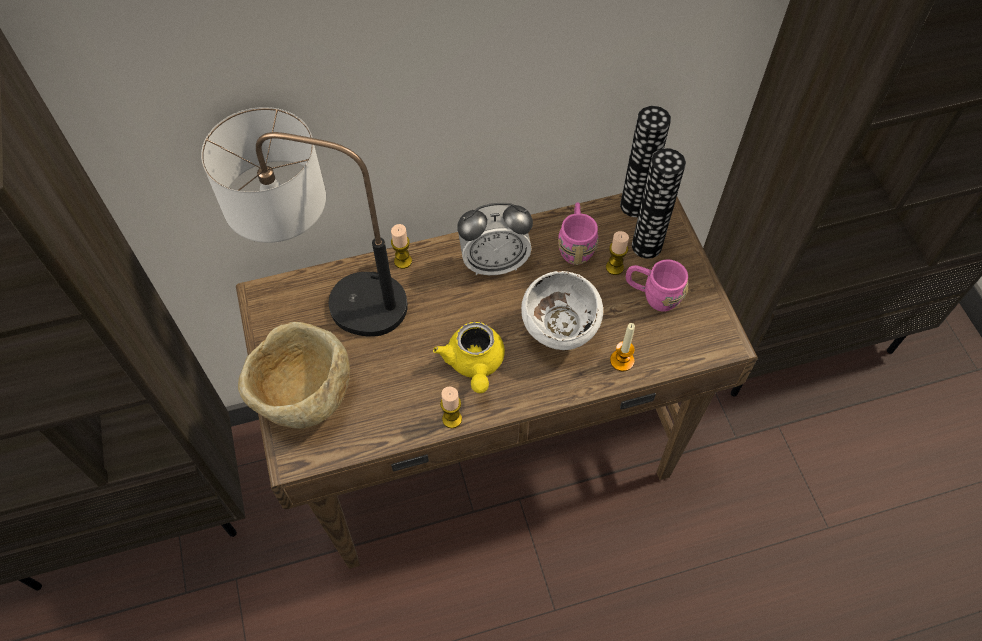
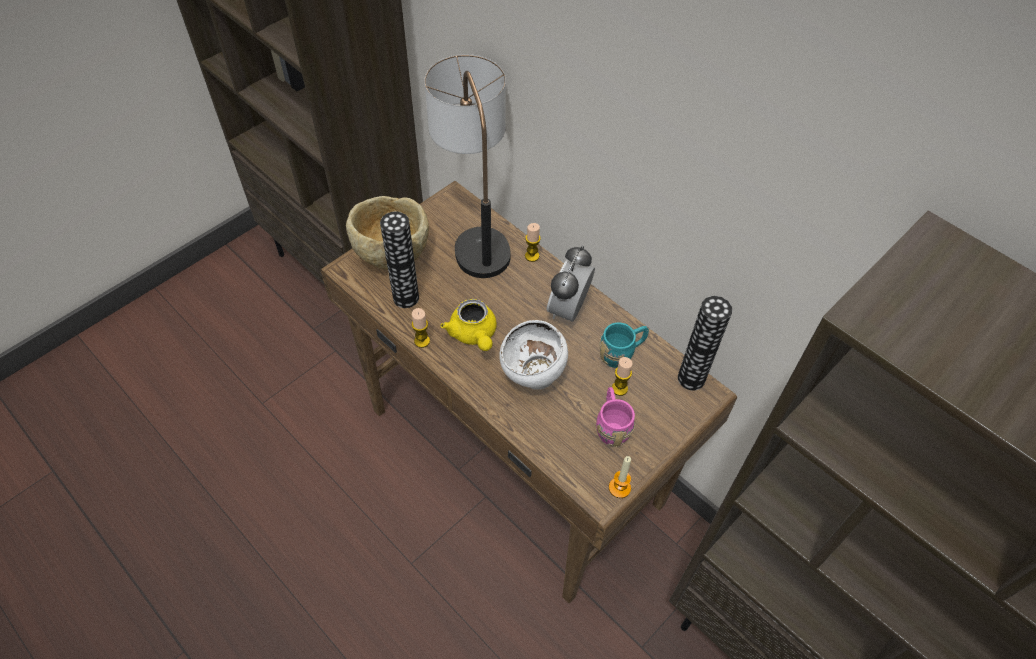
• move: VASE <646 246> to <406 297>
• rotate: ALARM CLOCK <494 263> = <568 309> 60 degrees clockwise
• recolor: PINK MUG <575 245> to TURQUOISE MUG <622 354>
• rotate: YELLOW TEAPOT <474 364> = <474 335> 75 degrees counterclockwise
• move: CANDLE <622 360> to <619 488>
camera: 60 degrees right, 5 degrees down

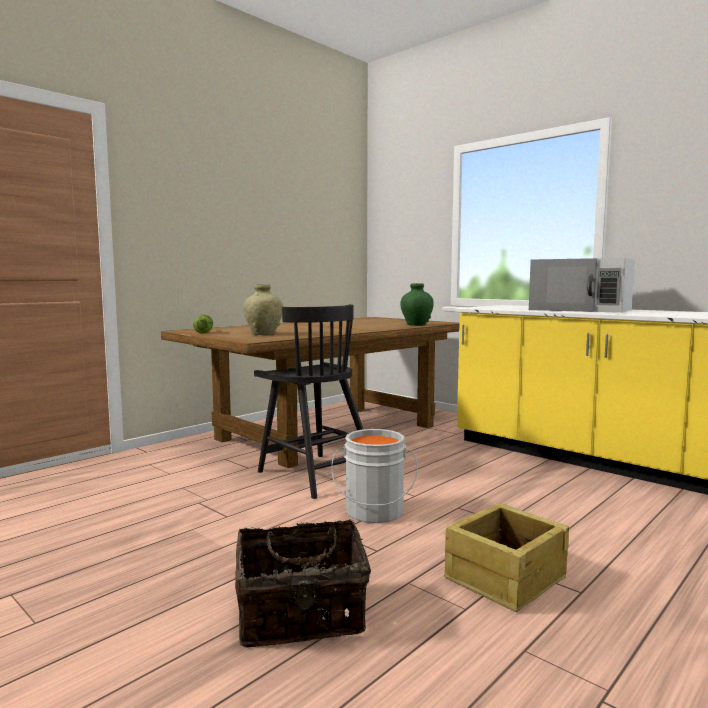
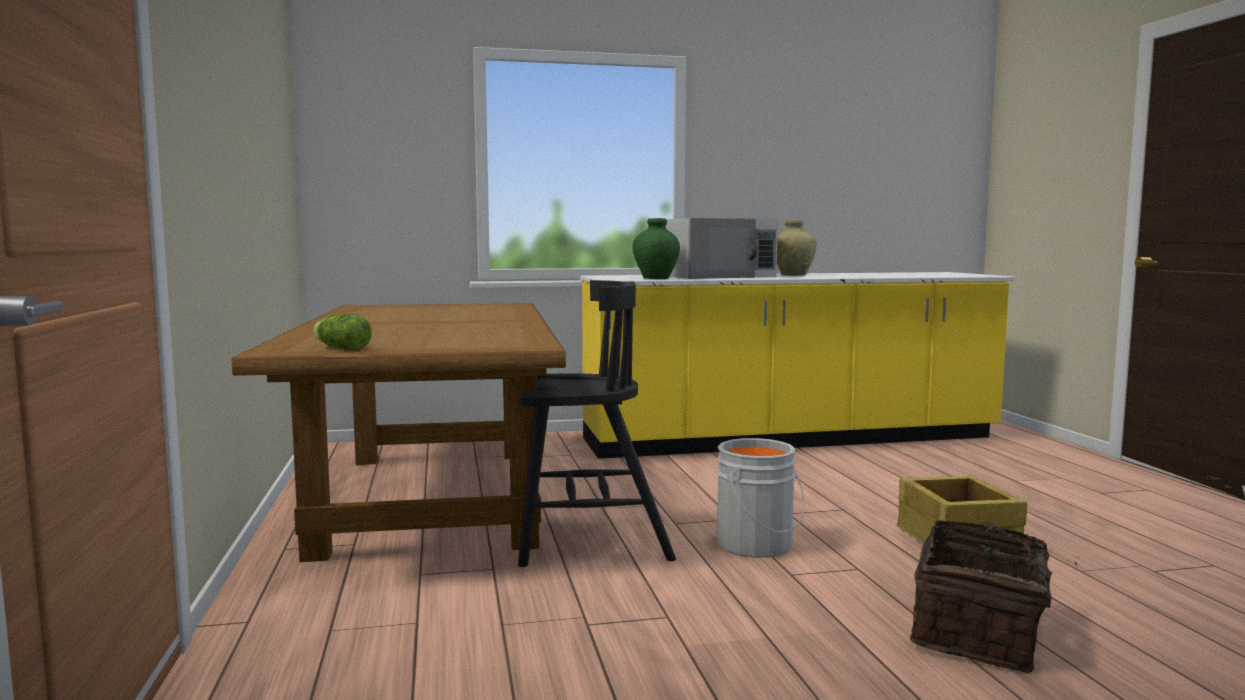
• move: GREEN VASE <416 325> to <656 278>
• move: BEIGE VASE <263 334> to <793 275>
camera: 55 degrees left, 0 degrees up

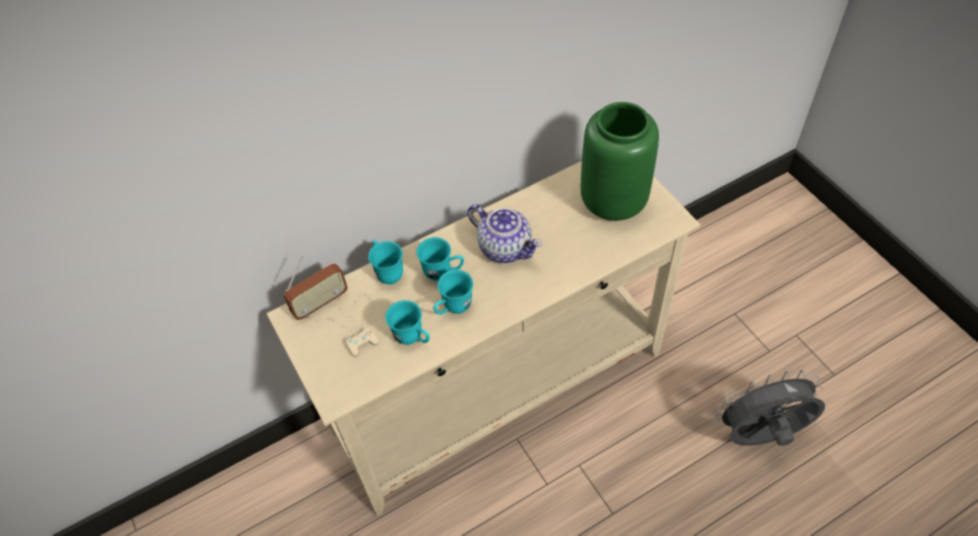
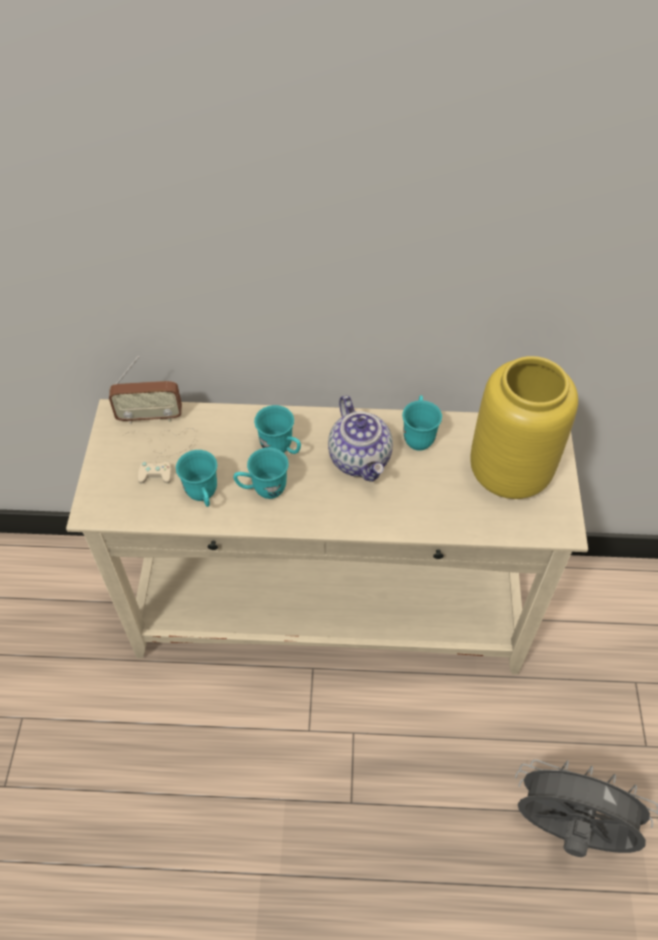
• recolor: GREEN VASE <613 201> to YELLOW VASE <510 472>
• move: TURQUOISE MUG <387 271> to <418 435>
camera: 30 degrees right, 0 degrees up

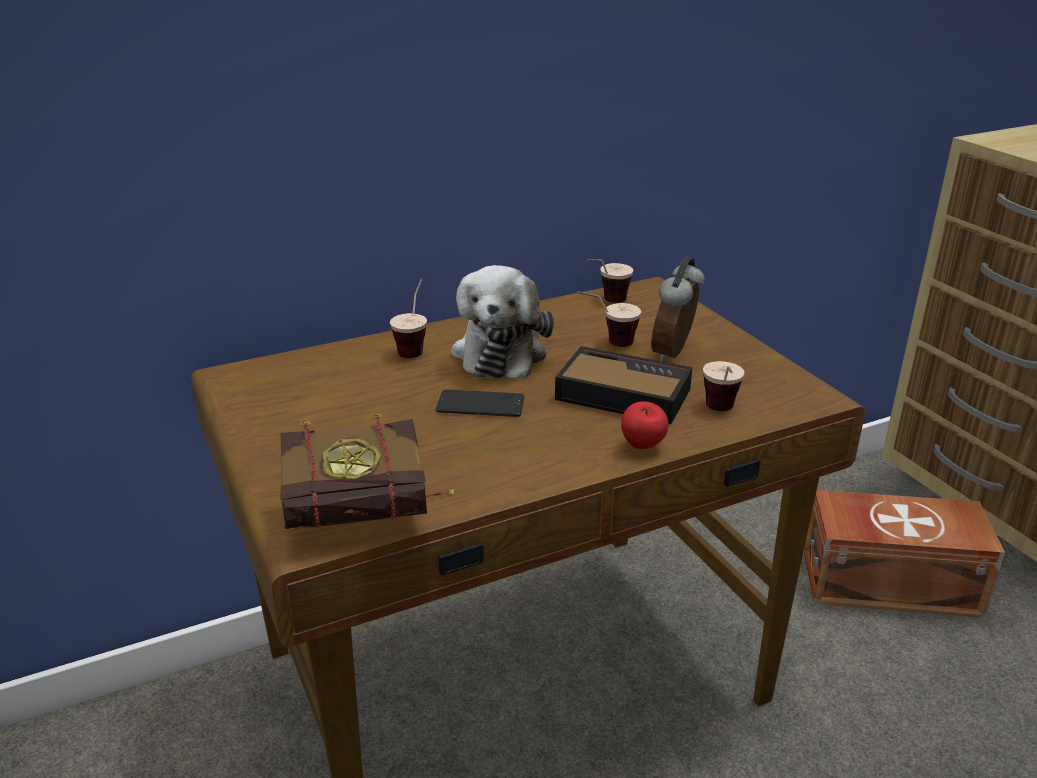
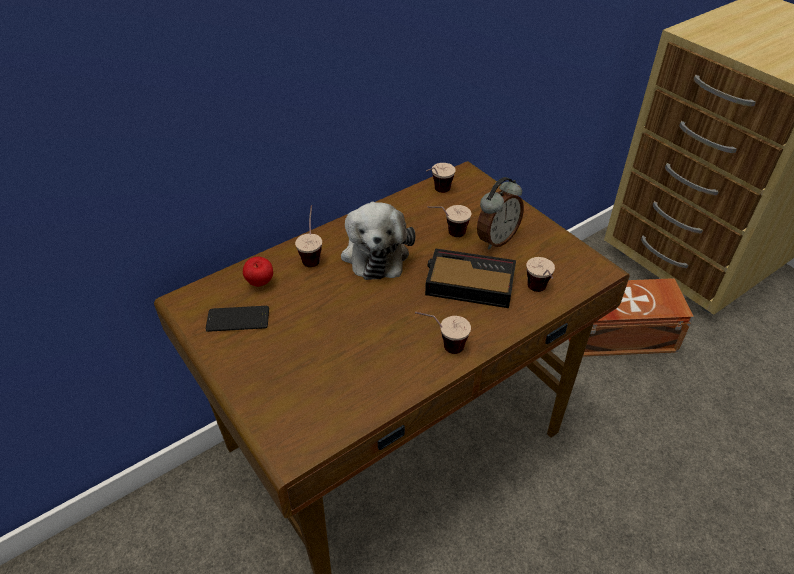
• rotate: ALARM CLOCK <675 353> = <496 239> 150 degrees counterclockwise
• move: PHONE <480 405> to <238 319>
• move: APPLE <643 447> to <260 284>
• delete: BOOK <374 516>
• insert: CUP <441 346>
camera: 10 degrees left, 15 degrees up

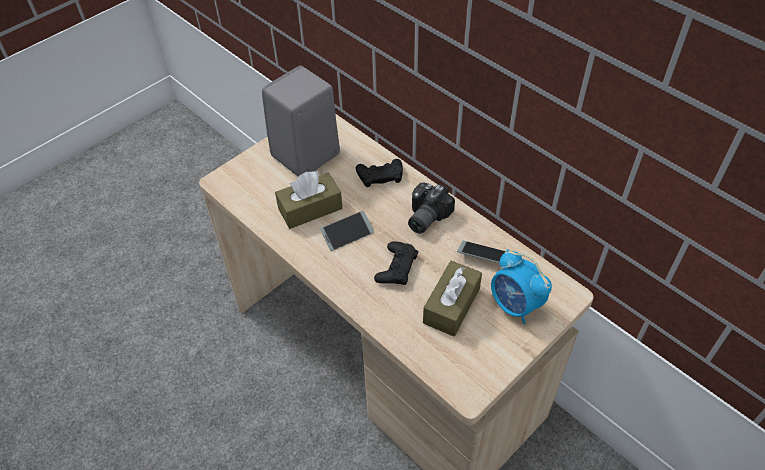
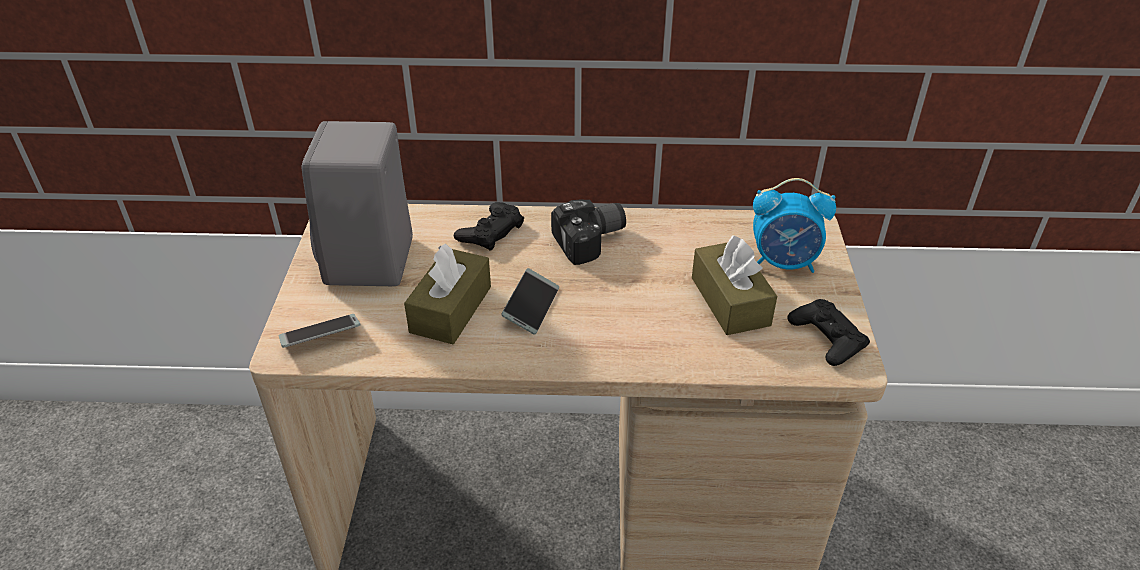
• rotate: PHOTO CAMERA <424 216> = <592 241> 105 degrees counterclockwise
• move: BLACK GAME CONTROLLER <396 267> to <827 338>
• move: PHONE <483 256> to <320 337>
camera: 45 degrees left, 10 degrees down

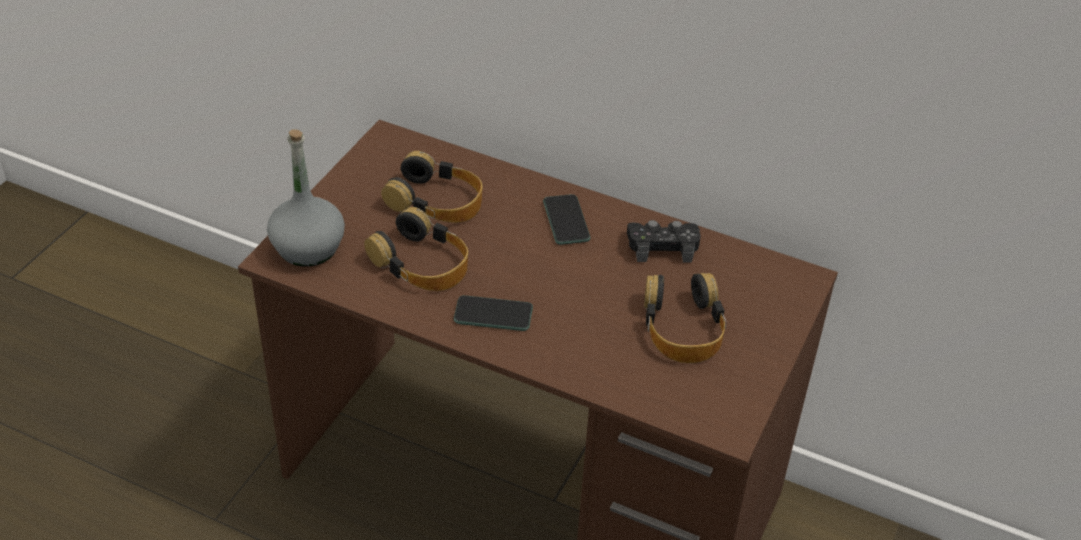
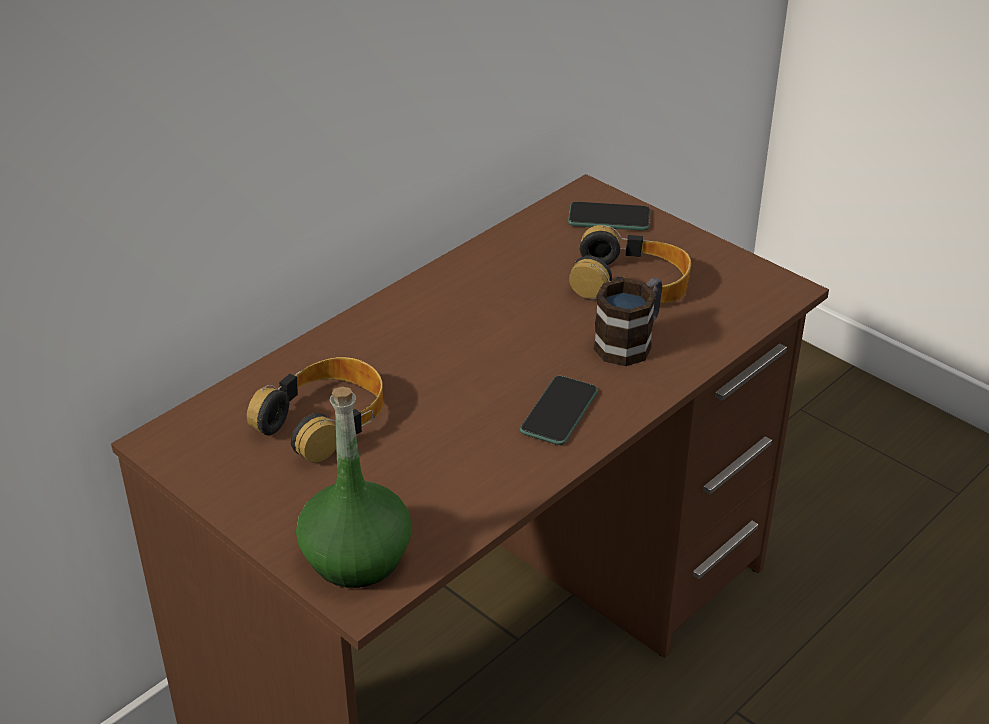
• recolor: GREY BOTTLE <308 248> to GREEN BOTTLE <356 557>
• move: PHONE <566 221> to <609 218>
• delete: HEADPHONES <421 263>
• delete: BLACK GAME CONTROLLER <662 246>
• insert: MUG <630 342>
camera: 70 degrees left, 5 degrees down

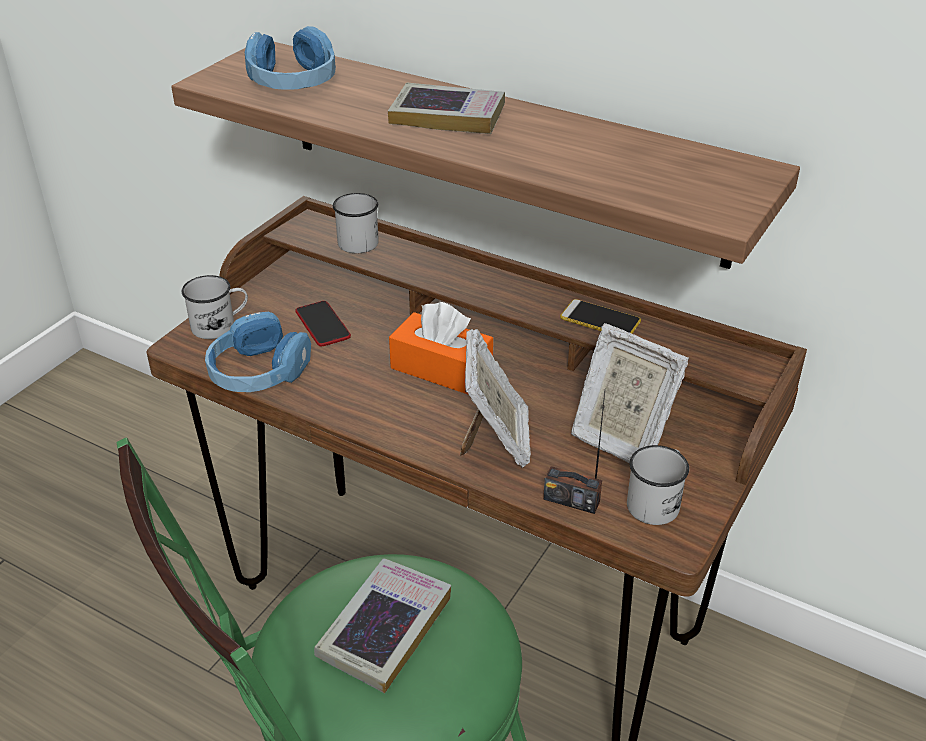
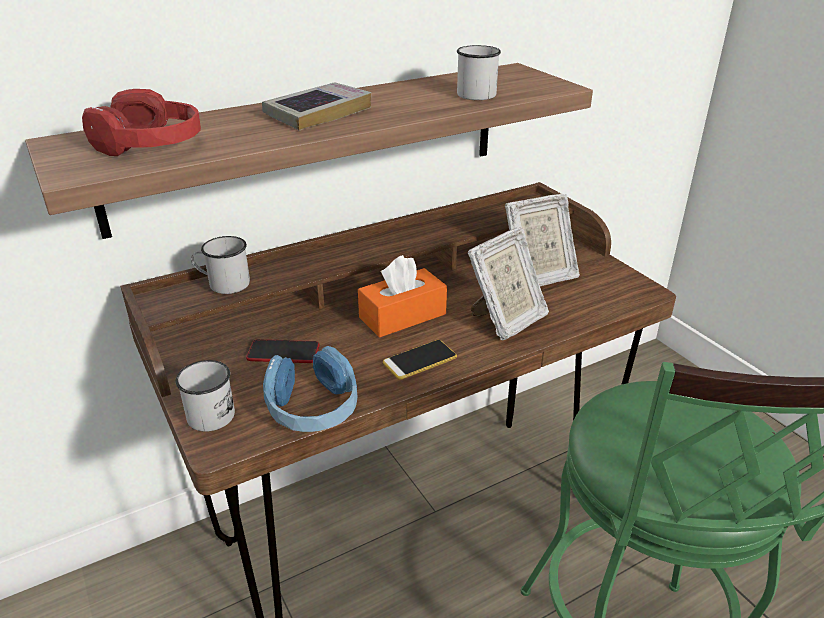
• recolor: BLUE HEADPHONES <293 82> to RED HEADPHONES <150 144>
• move: PHONE <600 320> to <420 360>
• rotate: PICTURE FRAME <496 441> = <506 320> 105 degrees clockwise
• delete: RADIO <571 500>
• move: WHITE MUG <657 501> to <473 93>
• delete: BOOK <384 629>
camera: 60 degrees left, 5 degrees down

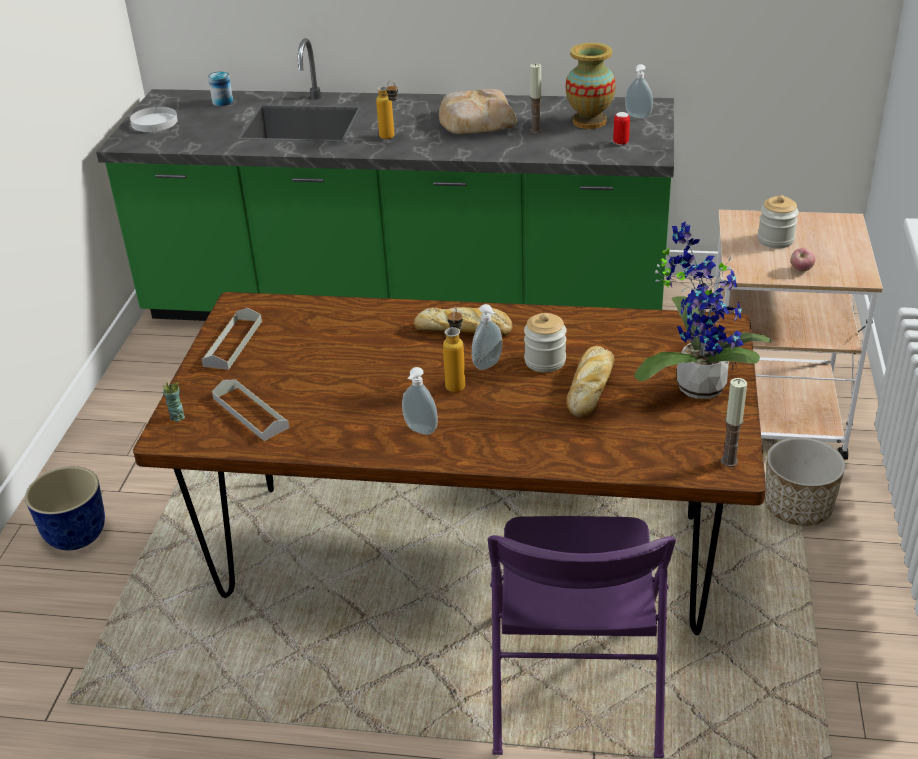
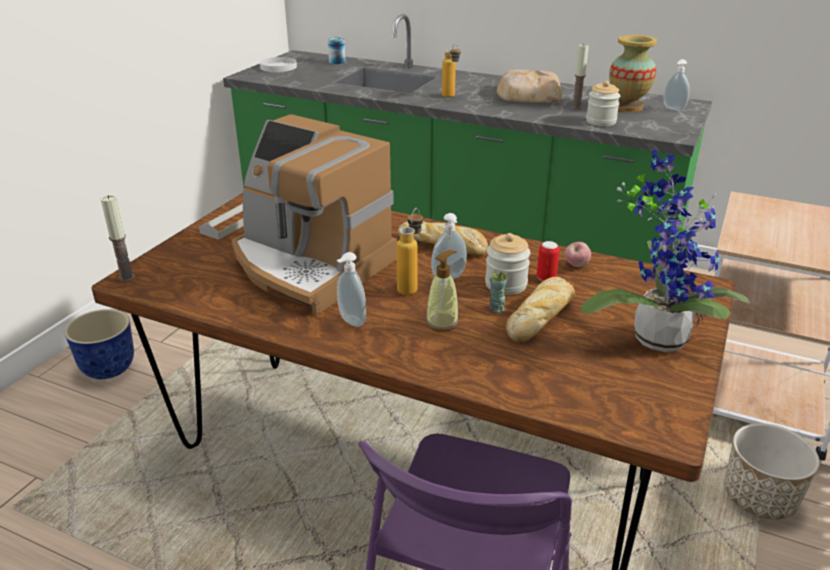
• move: CAN <620 143> to <546 278>
• move: JAR <775 240> to <601 121>
• move: APPLE <801 270> to <576 265>
• move: CANDLE <729 461> to <127 277>
• delete: GREY TRAY <250 413>
• move: CUP <177 417> to <496 308>
• insert: COFFEE MACHINE <309 265>
• insert: SOAP DISPENSER <442 322>
camera: 15 degrees right, 5 degrees down

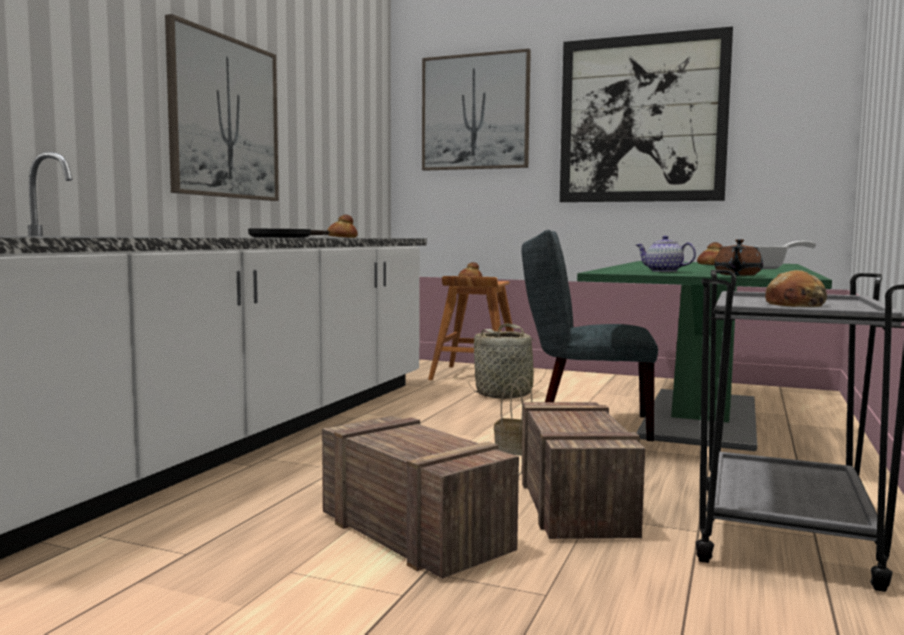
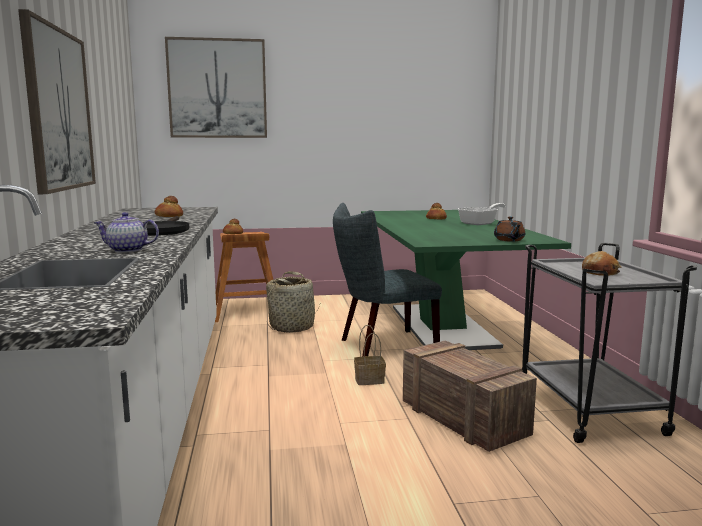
• delete: PICTURE <642 119>
• move: TEAPOT <663 271> to <127 250>
• delete: CRATE <411 532>
camera: 30 degrees left, 5 degrees up

